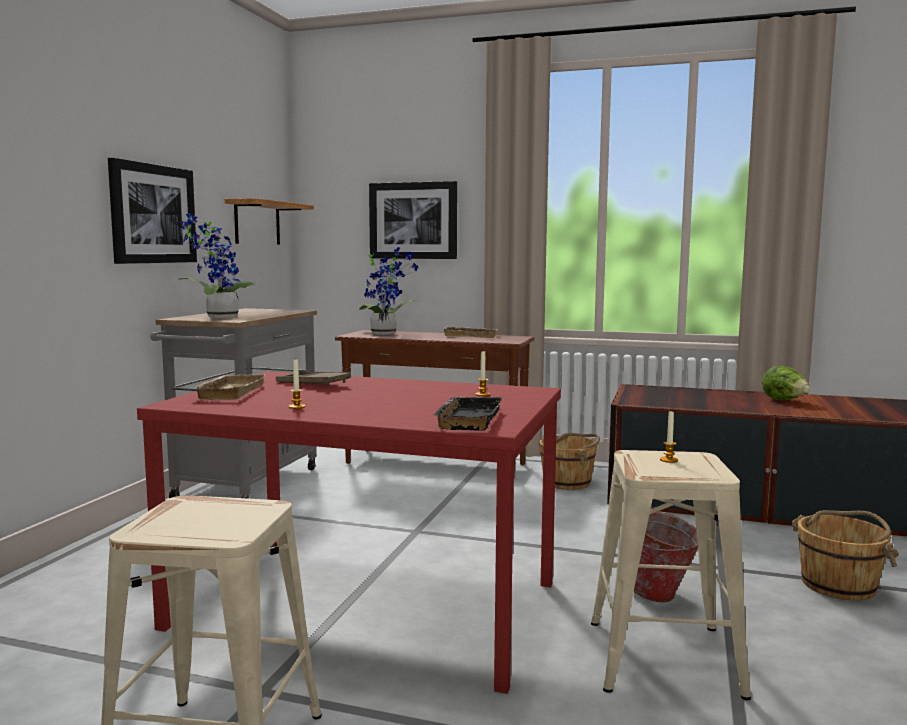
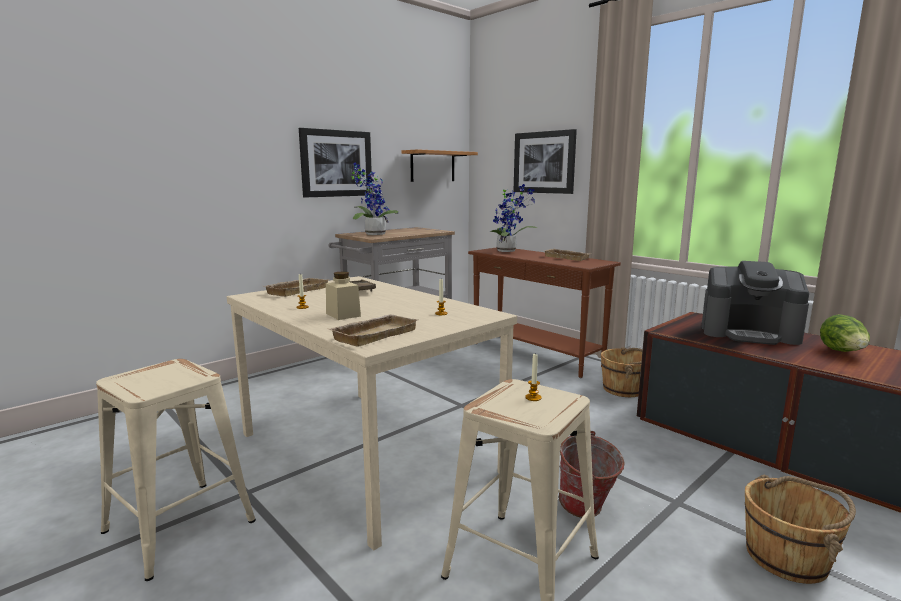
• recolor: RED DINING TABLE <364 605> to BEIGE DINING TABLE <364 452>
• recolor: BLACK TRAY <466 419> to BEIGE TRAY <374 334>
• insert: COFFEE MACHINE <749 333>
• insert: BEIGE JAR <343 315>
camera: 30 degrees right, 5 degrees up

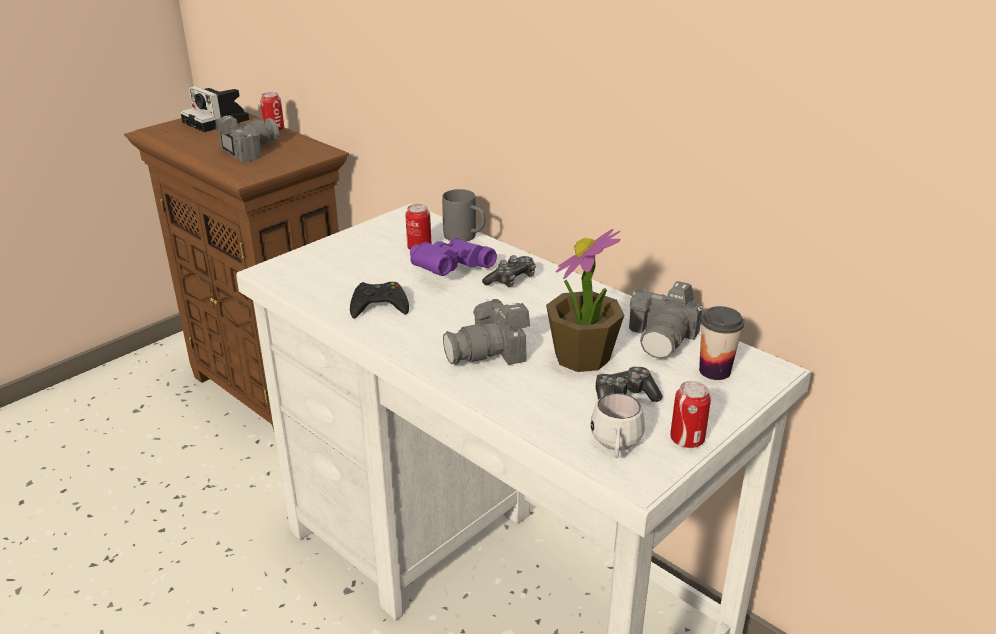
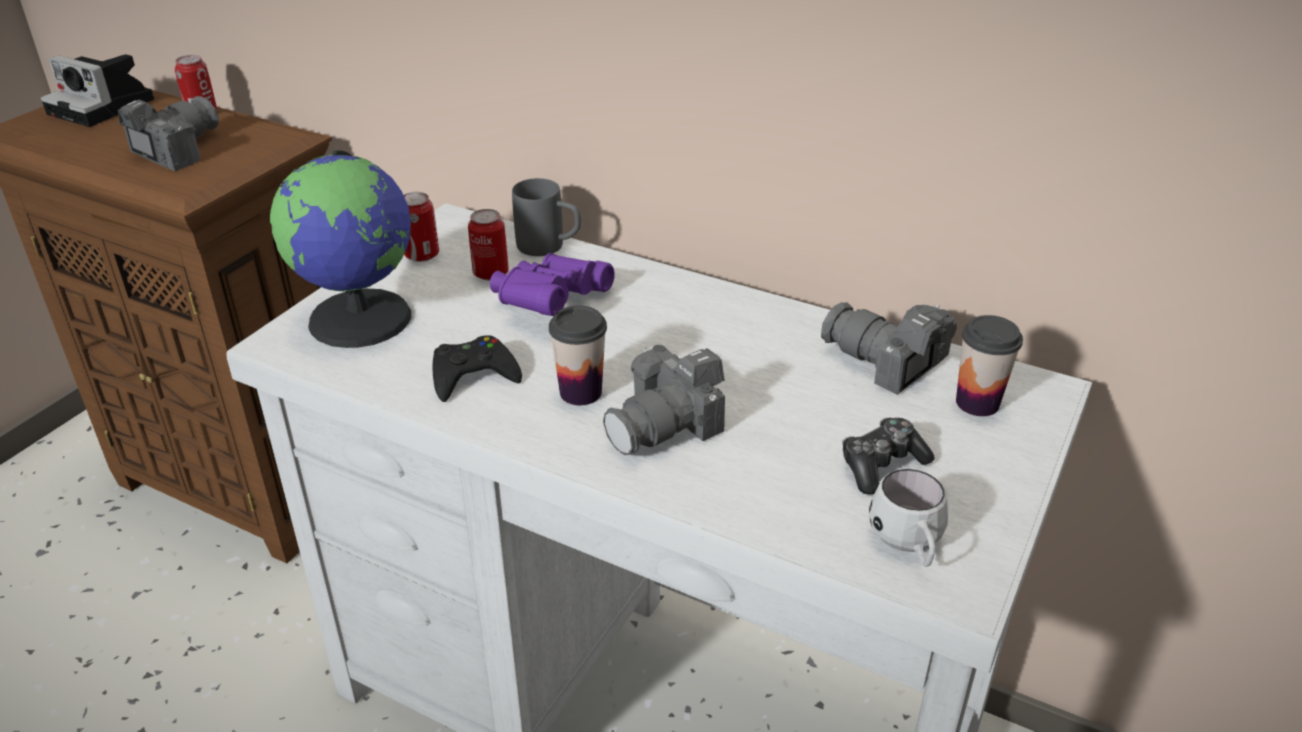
• delete: POTTED PLANT <582 357>
• delete: GAME CONTROLLER <511 280>
• rotate: PHOTO CAMERA <663 337> = <888 362> 120 degrees clockwise
• move: CAN <687 439> to <422 255>
• insert: GLOBE <362 318>
• insert: CUP <580 392>
camera: 15 degrees left, 5 degrees up

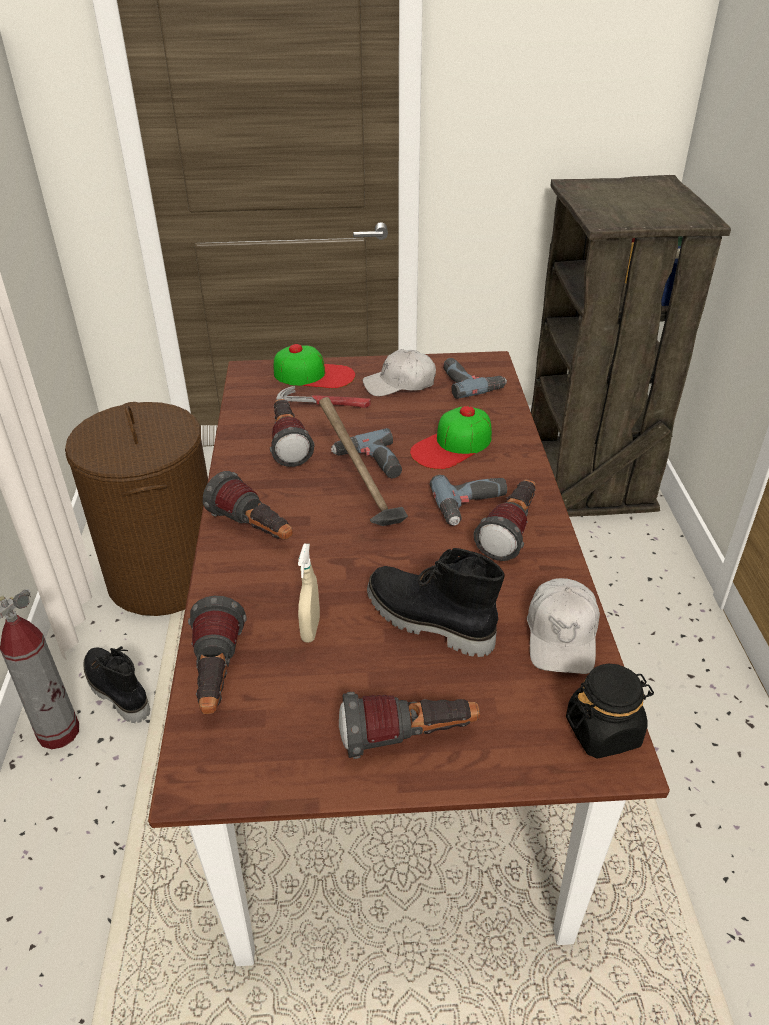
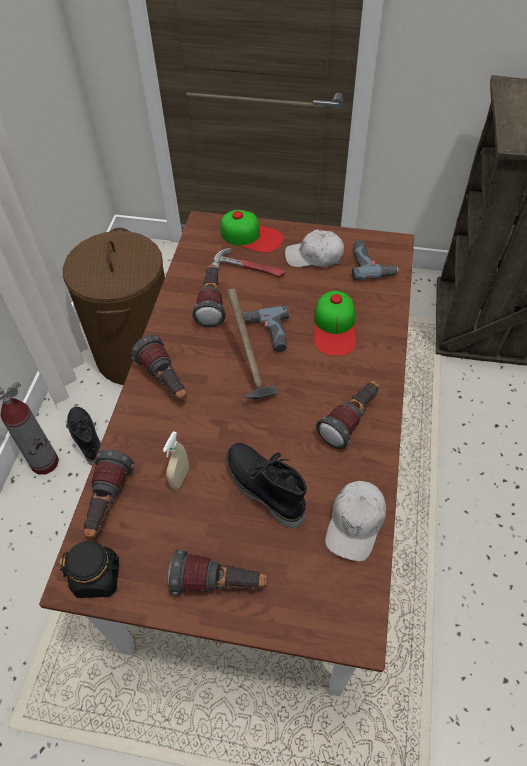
• rotate: CAP <452 445> = <335 327> 60 degrees counterclockwise
• delete: POWER DRILL <472 506>
• move: BLACK JAR <603 731> to <97 577>
camera: 15 degrees right, 15 degrees up

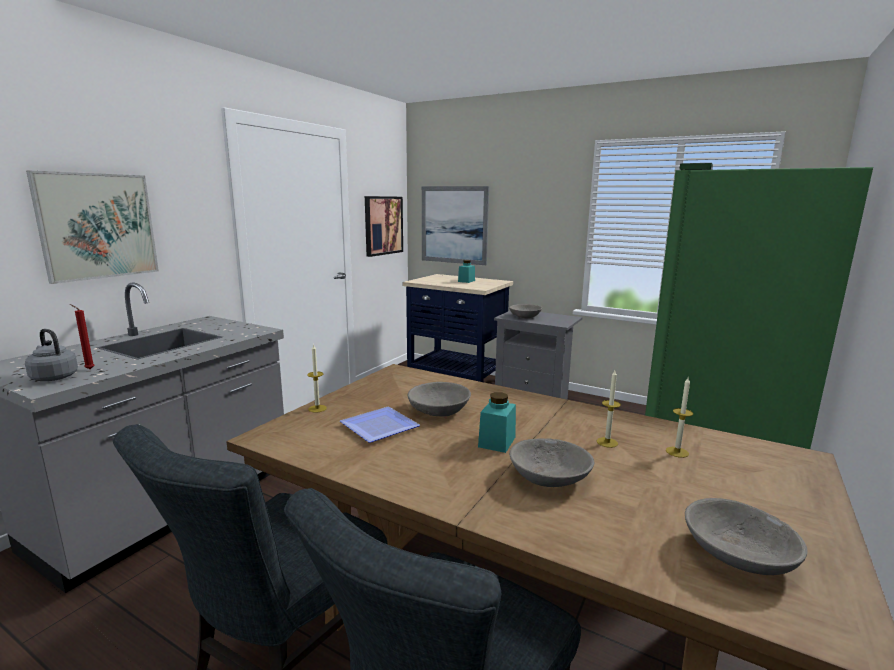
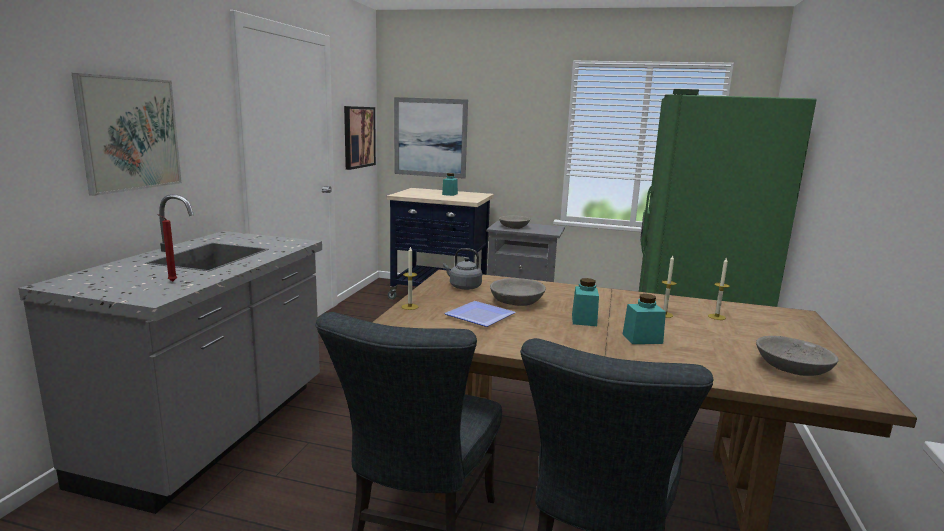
• move: GREY KETTLE <53 377> to <463 287>
• replace: GREY BOWL <549 477> to TURQUOISE JAR <642 339>
camera: 15 degrees left, 0 degrees up

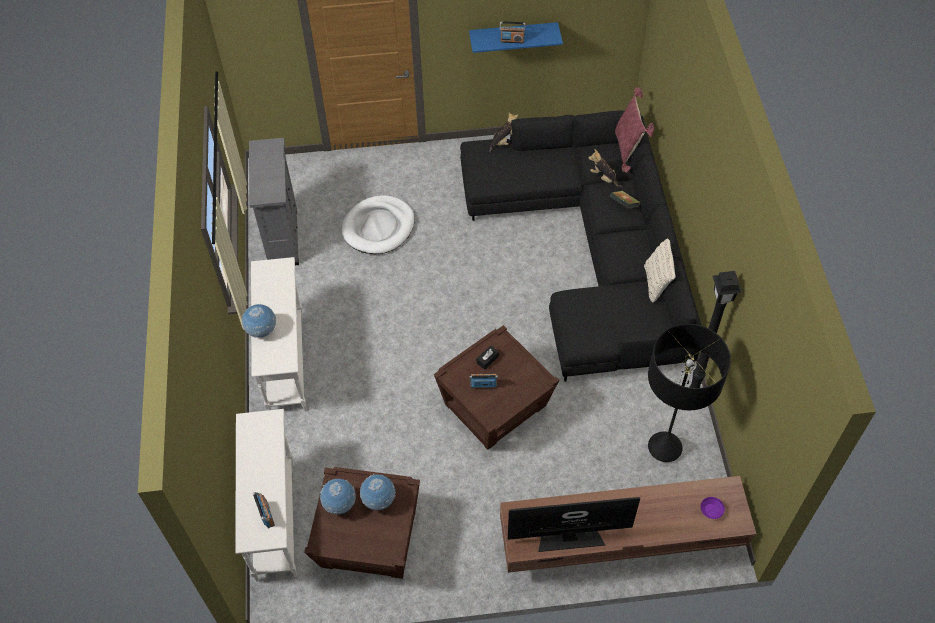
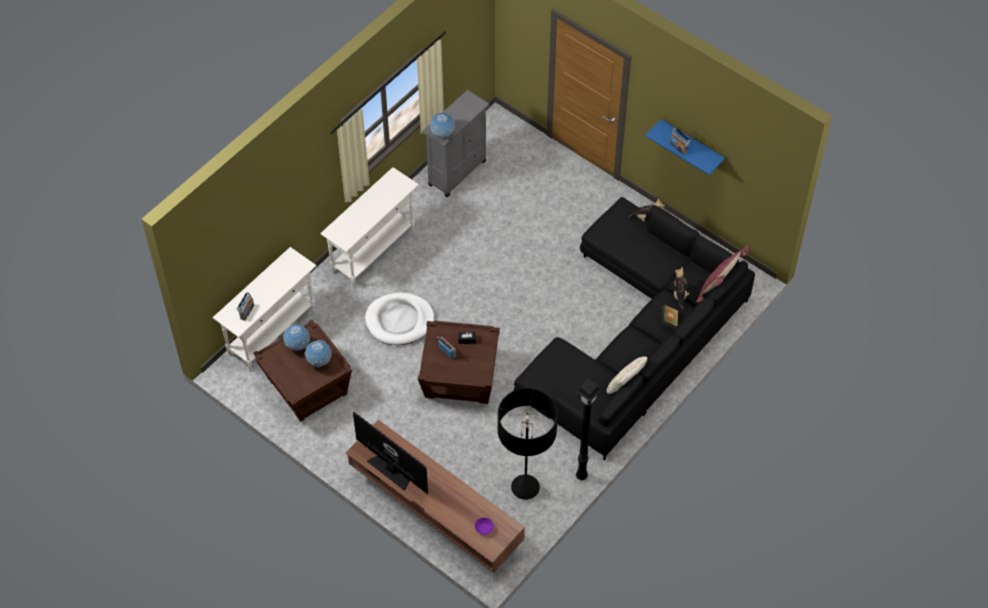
• move: WHITE DOG BED <378 227> to <400 321>
• move: GLOBE <262 331> to <442 134>
camera: 45 degrees right, 0 degrees up

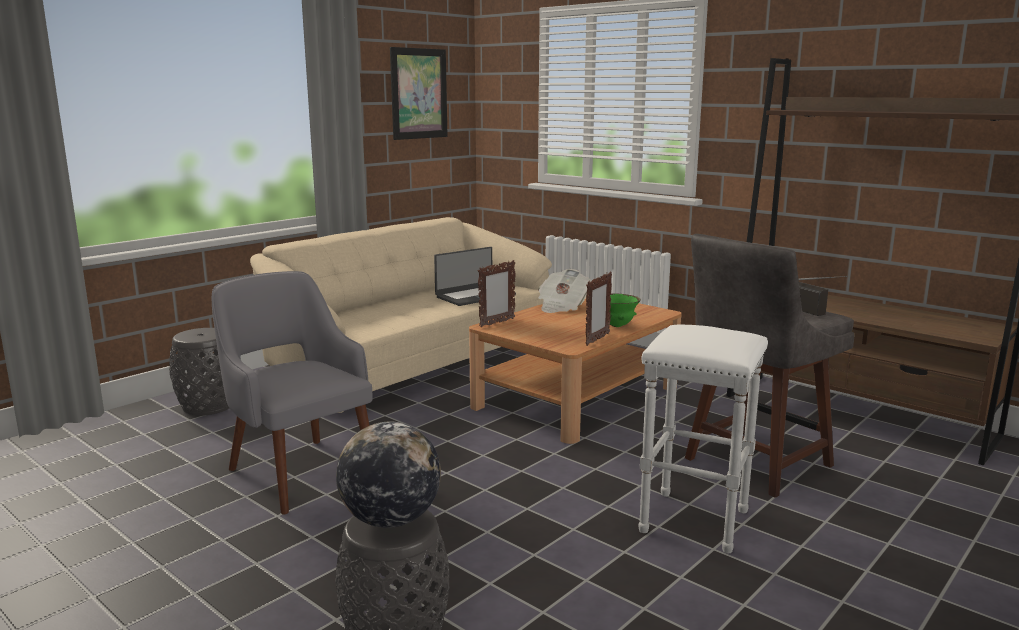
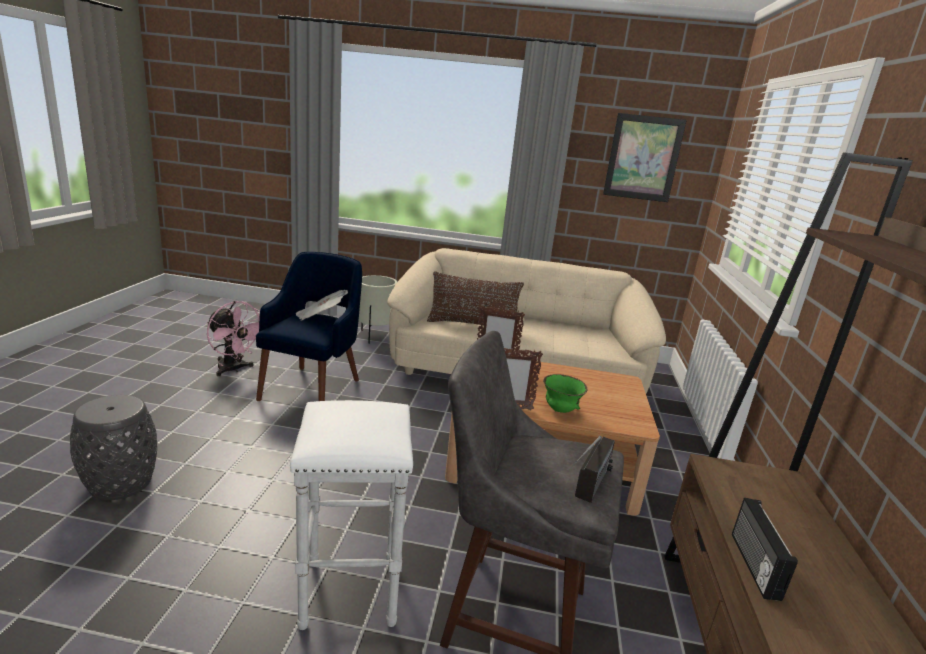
• delete: LAPTOP <475 296>
• move: NEWSPAPER <562 306> to <320 317>
• recolor: GREY ARMCHAIR <300 472> to BLUE ARMCHAIR <312 388>
• replace: GREY STOOL <208 406> to BEIGE PLANTER <375 336>
• delete: GLOBE <390 520>
• insert: BROWN PILLOW <472 325>
• insert: PINK FAN <234 369>
• insert: RADIO <752 565>
camera: 55 degrees right, 5 degrees up

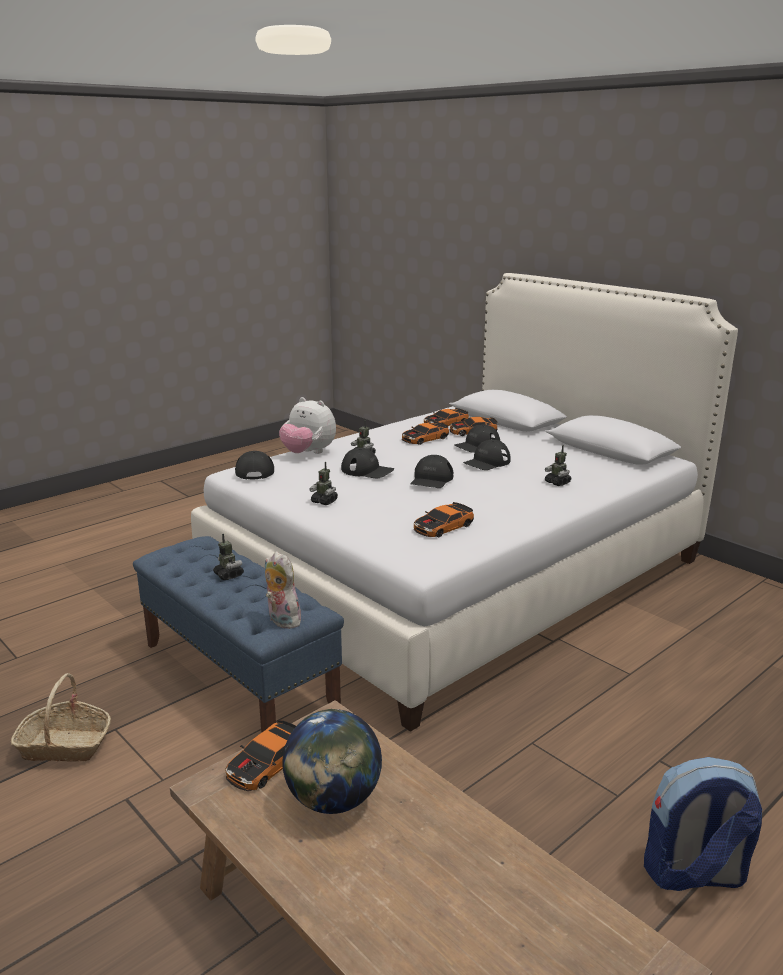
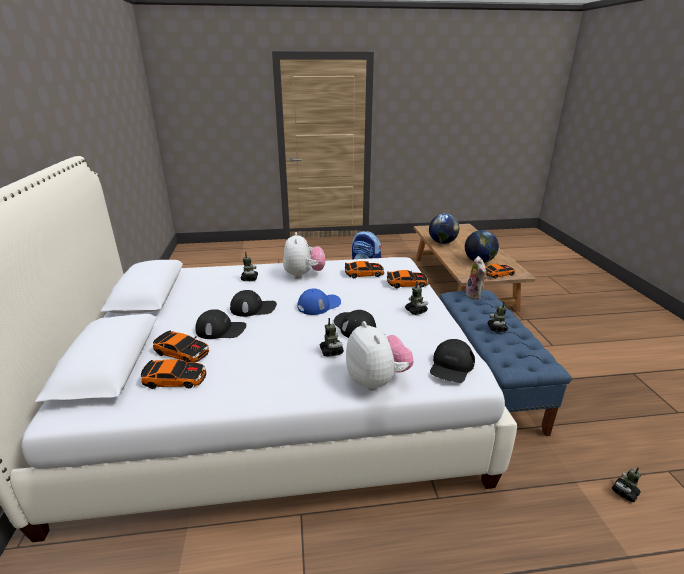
• move: TOY CAR <425 439> to <407 283>
• recolor: BLACK CAP <431 479> to BLUE CAP <319 305>
• delete: BASKET <65 745>
• insert: GLOBE <442 242>
• insert: PLUSH TOY <304 275>
• insert: TOY ROBOT <624 492>
camera: 145 degrees left, 5 degrees up

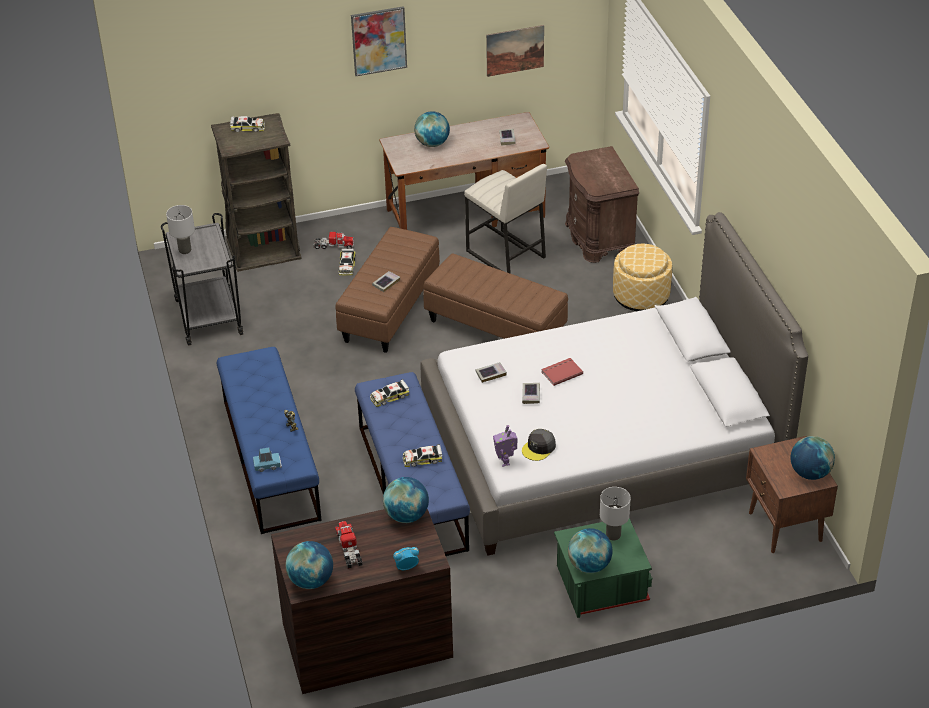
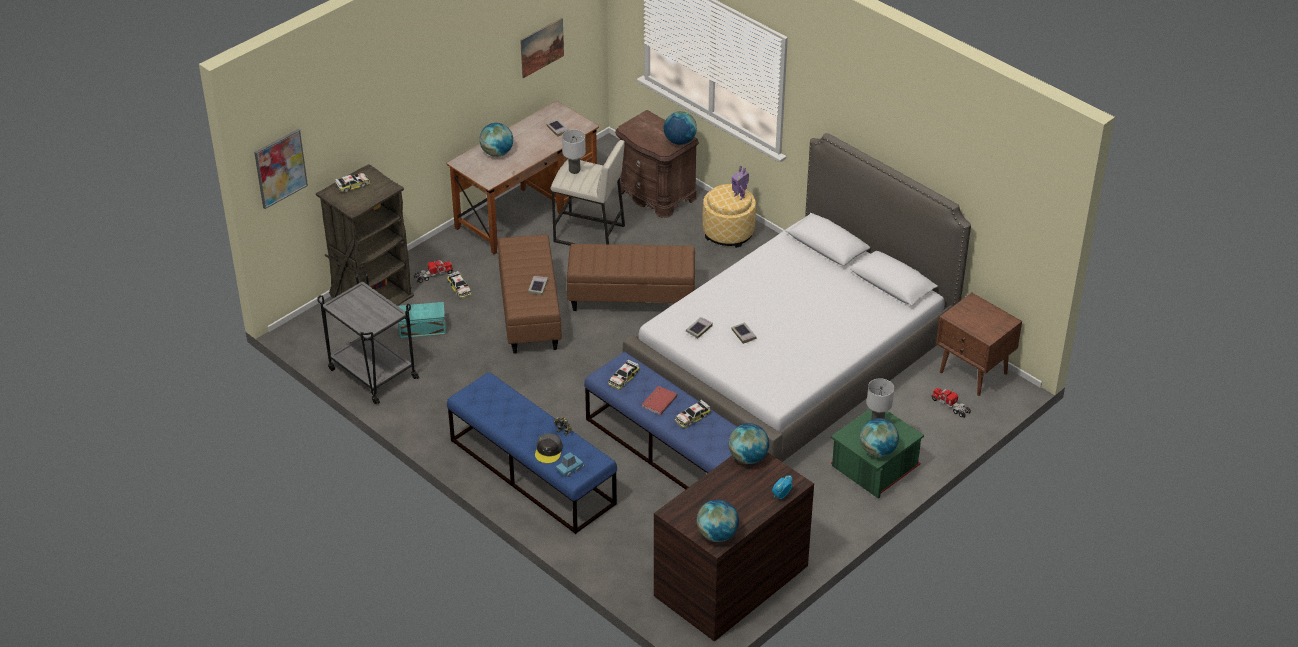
• move: PICTURE <379 41> to <280 168>
• move: WHITE TABLE LAMP <185 250> to <574 170>
• move: RED BOOK <561 372> to <658 401>
• move: TOY ROBOT <505 461> to <739 196>
• move: GREY CAP <539 448> to <549 451>
• move: GLOBE <810 473> to <679 141>
• move: TOY TRUCK <349 548> to <950 406>
• insert: TURQUOISE STORAGE BOX <421 328>
camera: 30 degrees left, 0 degrees up

